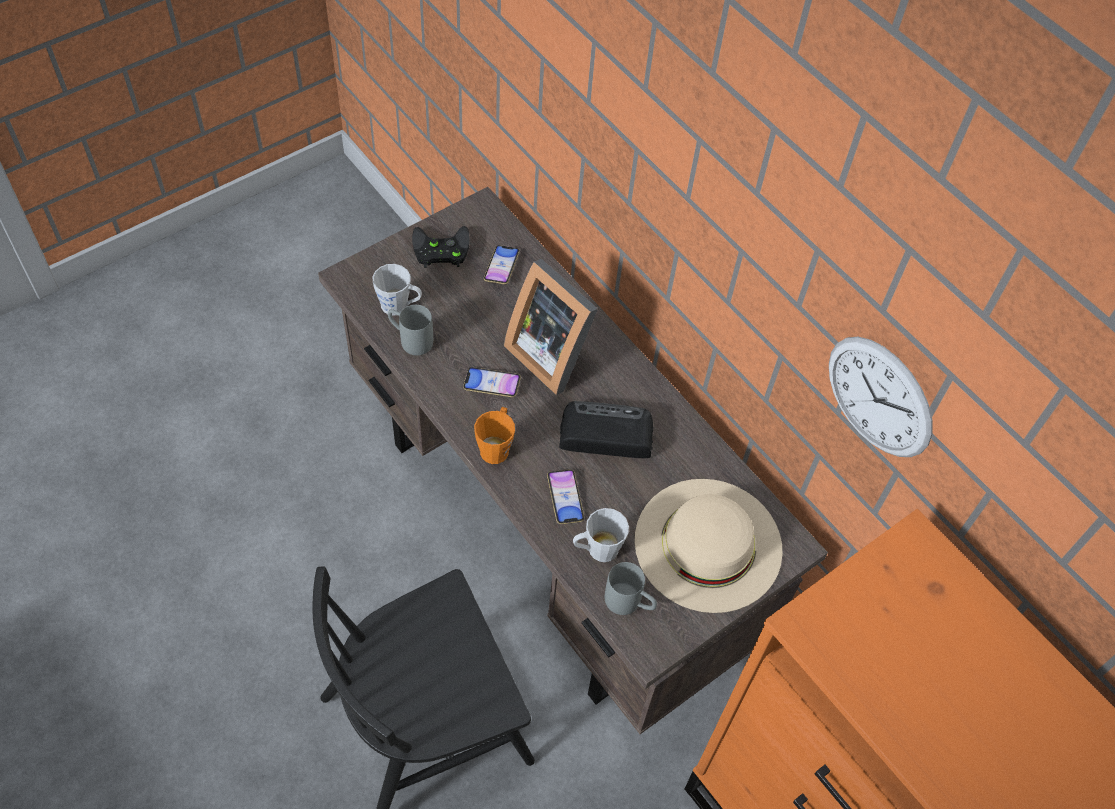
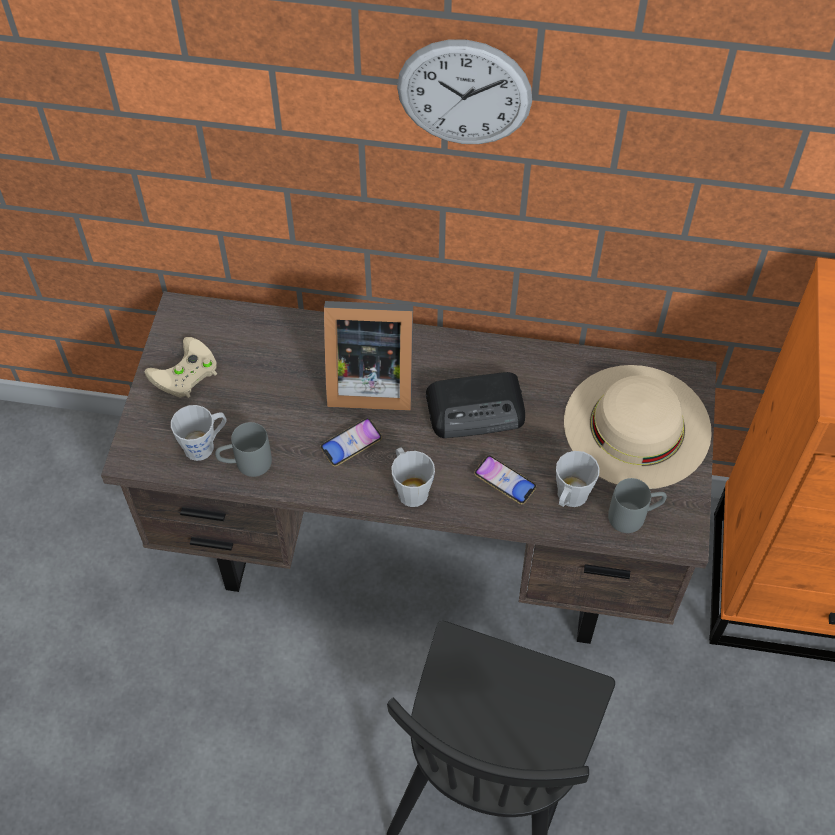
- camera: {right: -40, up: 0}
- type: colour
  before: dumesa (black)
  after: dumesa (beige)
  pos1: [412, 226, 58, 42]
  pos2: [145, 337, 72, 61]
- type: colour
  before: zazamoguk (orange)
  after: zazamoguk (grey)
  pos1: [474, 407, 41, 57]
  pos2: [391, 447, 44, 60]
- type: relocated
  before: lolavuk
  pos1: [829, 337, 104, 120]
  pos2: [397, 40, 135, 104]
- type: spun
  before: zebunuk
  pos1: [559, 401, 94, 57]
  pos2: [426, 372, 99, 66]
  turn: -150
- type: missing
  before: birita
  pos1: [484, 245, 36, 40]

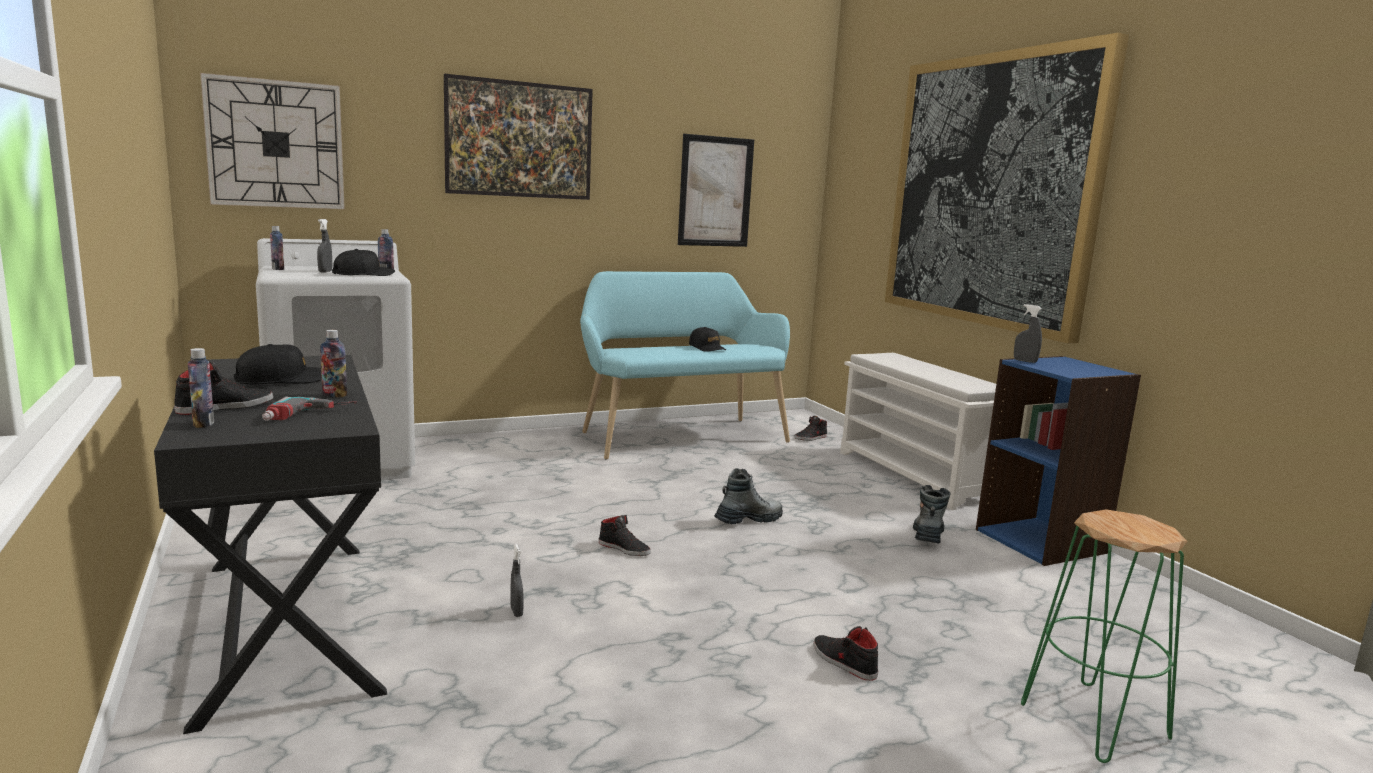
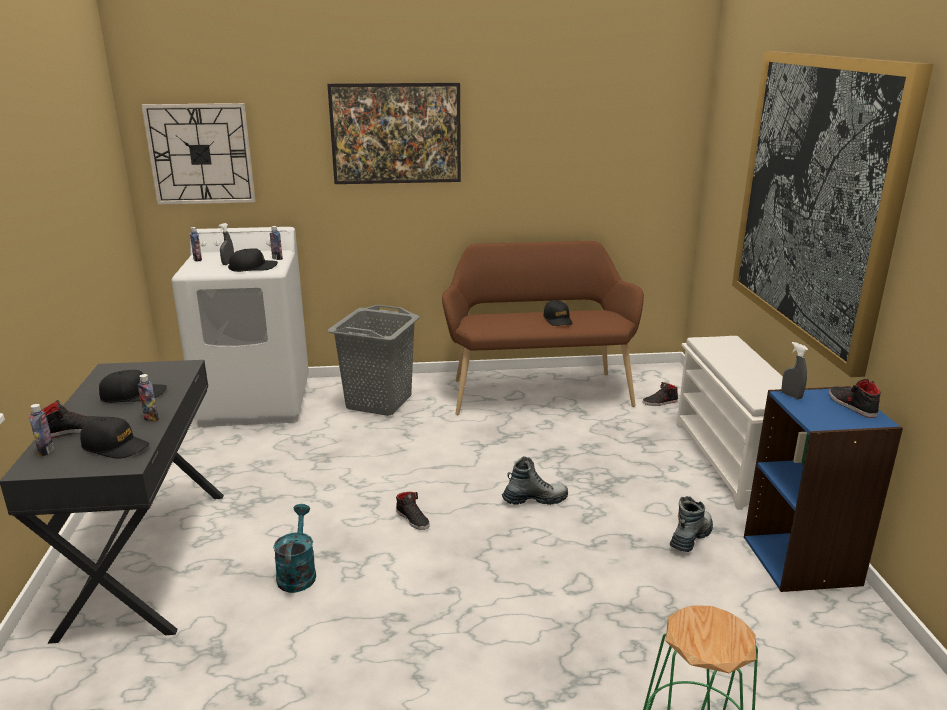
- camera: {right: 20, up: 10}
- type: exchanged
  before: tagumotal
  after: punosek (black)
  pos1: [262, 396, 95, 25]
  pos2: [80, 417, 69, 42]
- type: exchanged
  before: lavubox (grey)
  after: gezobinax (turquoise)
  pos1: [511, 544, 12, 73]
  pos2: [273, 504, 43, 89]
- type: appeared
  after: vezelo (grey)
  pos2: [328, 305, 92, 111]
- type: colour
  before: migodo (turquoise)
  after: migodo (brown)
  pos1: [580, 271, 210, 189]
  pos2: [442, 241, 202, 174]
- type: relocated
  before: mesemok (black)
  pos1: [813, 626, 66, 54]
  pos2: [829, 379, 52, 39]
- type: missing
  before: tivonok
  pos1: [678, 134, 76, 113]

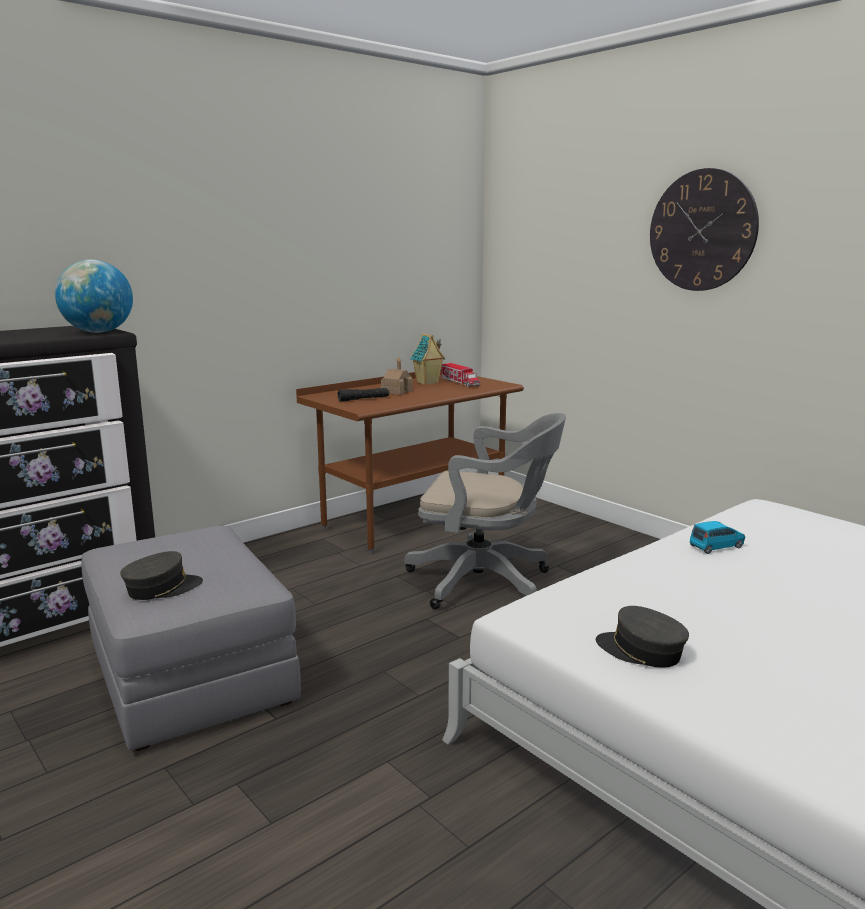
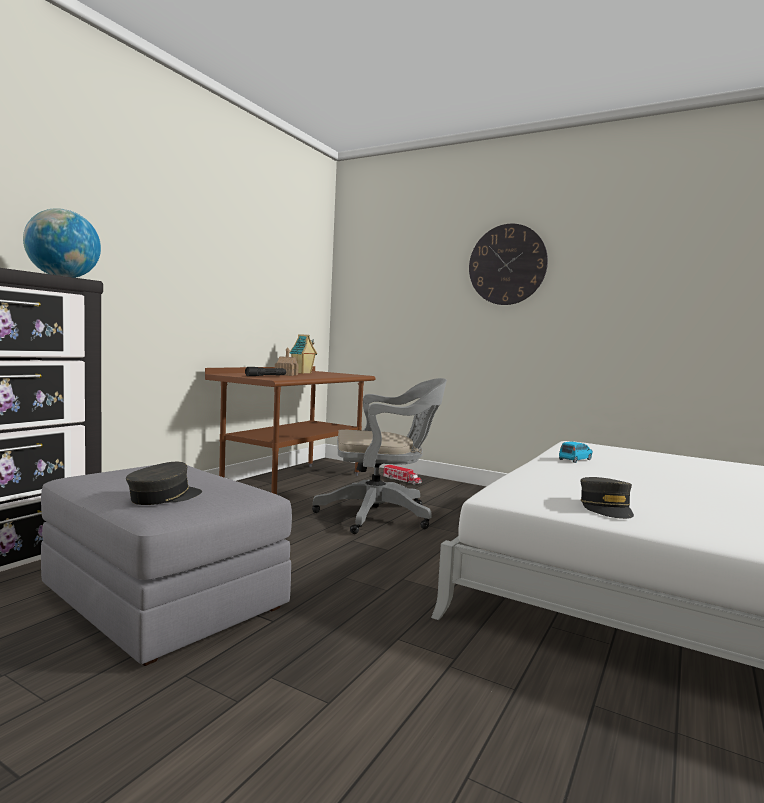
- camera: {right: -20, up: -10}
- type: relocated
  before: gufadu
  pos1: [441, 363, 39, 24]
  pos2: [383, 465, 39, 20]
- type: spun
  before: punosek (grey)
  pos1: [596, 606, 93, 62]
  pos2: [580, 477, 54, 42]
  turn: -105

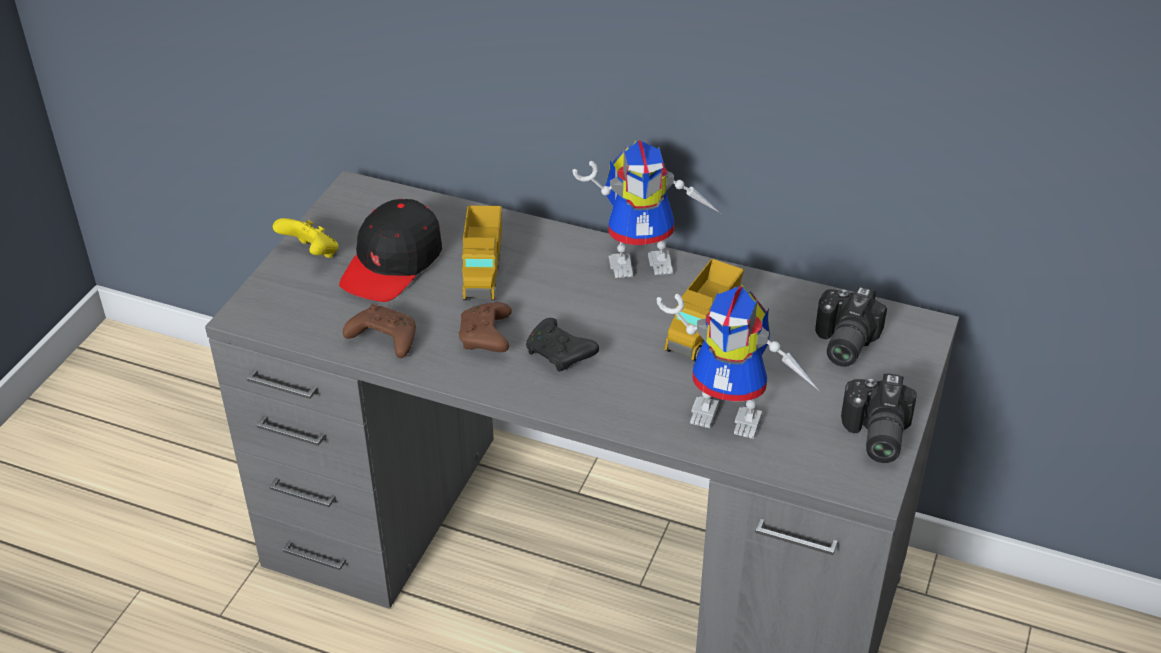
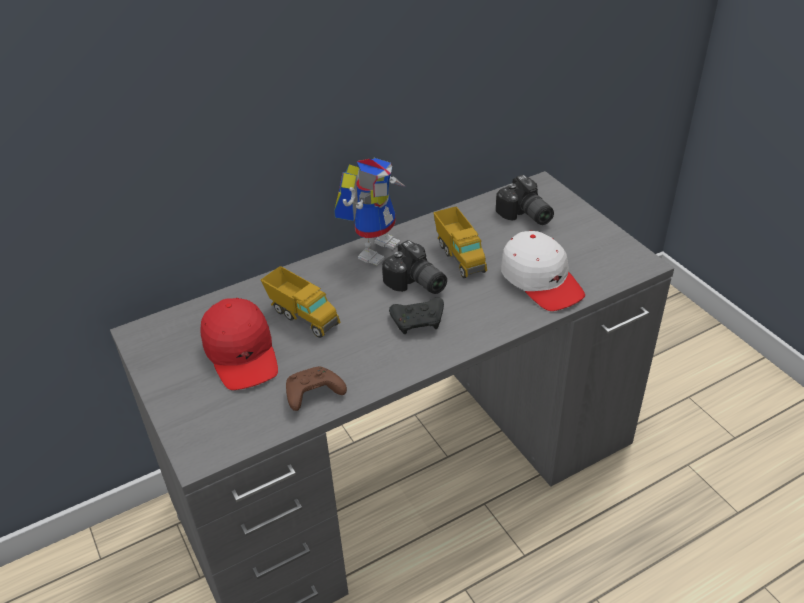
- camera: {right: -50, up: 0}
- type: colour
  before: punosek (black)
  after: punosek (red)
  pos1: [339, 199, 103, 103]
  pos2: [200, 298, 78, 92]
- type: relocated
  before: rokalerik
  pos1: [841, 373, 76, 90]
  pos2: [382, 240, 65, 54]
- type: exchanged
  before: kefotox
  after: punosek (white)
  pos1: [657, 284, 161, 155]
  pos2: [501, 231, 84, 80]
- type: missing
  before: dumesa (yellow)
  pos1: [273, 218, 65, 40]
- type: missing
  before: dumesa (brown)
  pos1: [459, 302, 53, 50]

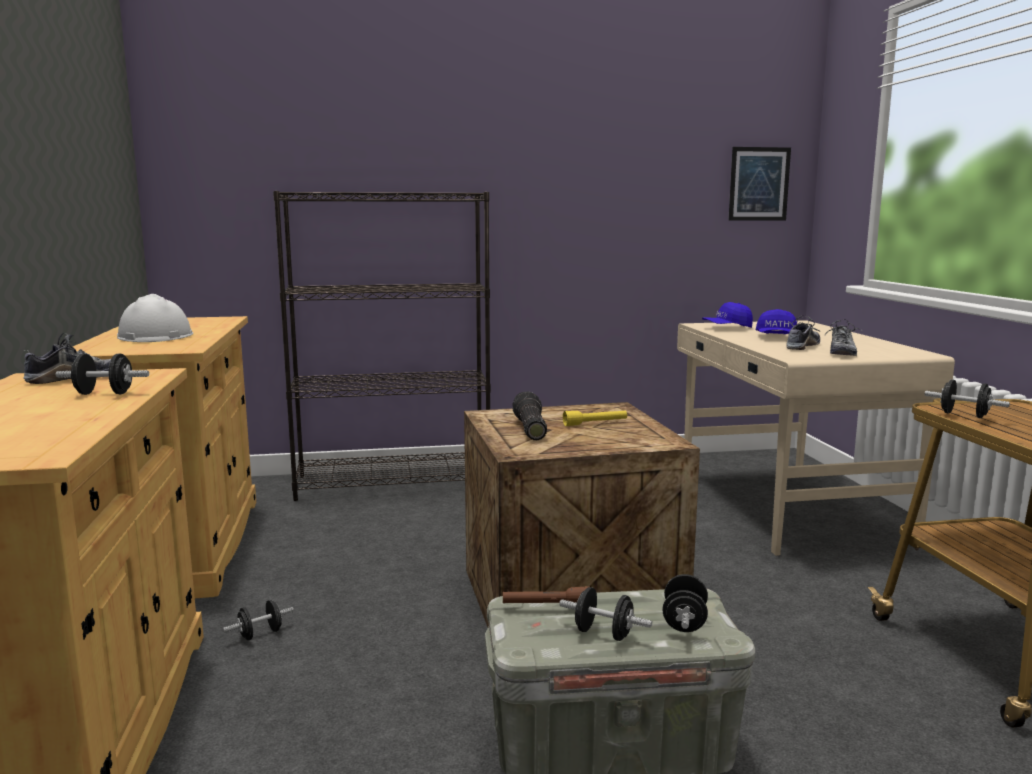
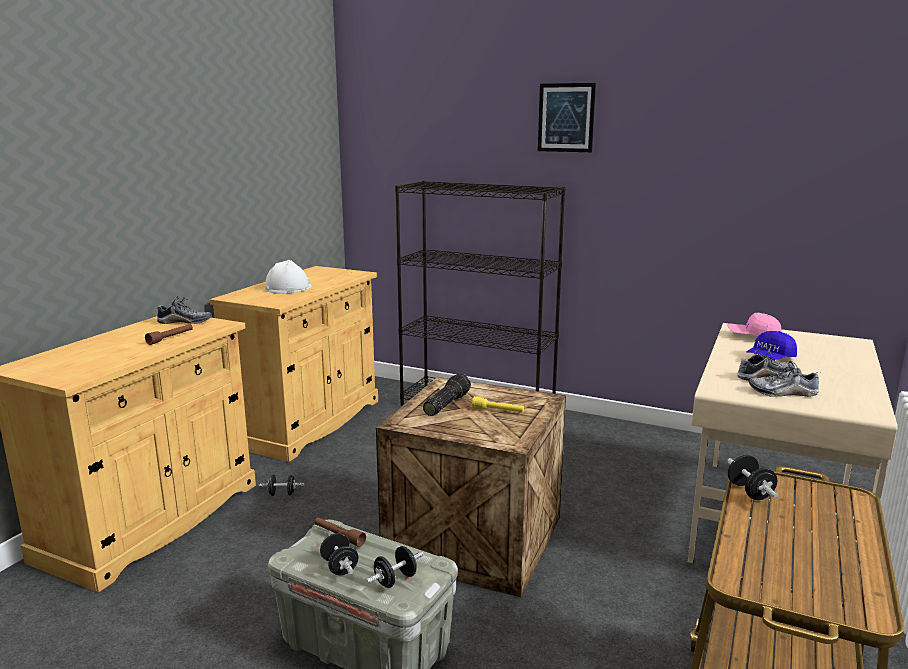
- camera: {right: 35, up: 5}
- type: exchanged
  before: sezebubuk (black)
  after: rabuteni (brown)
  pos1: [56, 353, 93, 42]
  pos2: [145, 324, 48, 21]
- type: relocated
  before: tivonok
  pos1: [728, 147, 63, 74]
  pos2: [538, 83, 58, 69]
- type: colour
  before: punosek (blue)
  after: punosek (pink)
  pos1: [702, 302, 51, 26]
  pos2: [727, 313, 55, 24]
- type: spun
  before: mesemok
  pos1: [825, 320, 38, 36]
  pos2: [749, 361, 70, 36]
  turn: 45

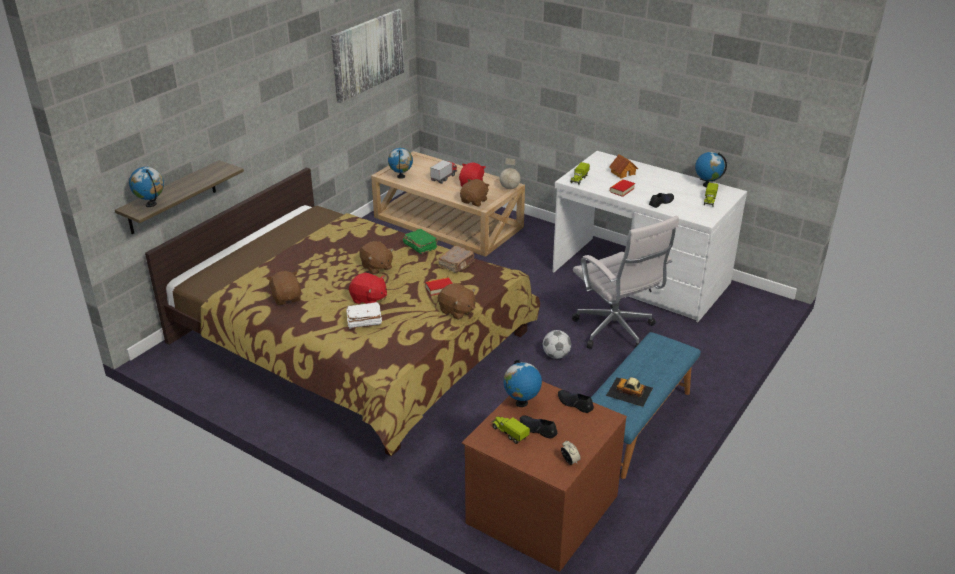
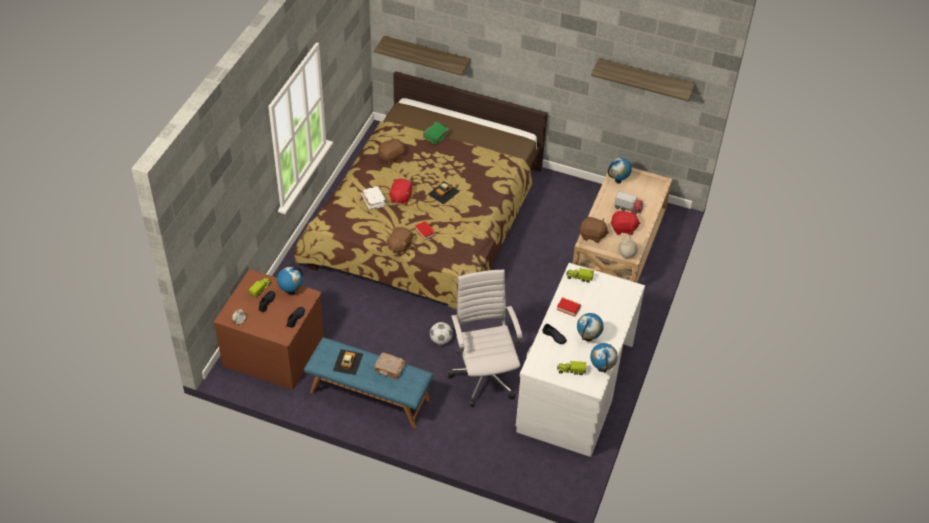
- camera: {right: 75, up: 15}
- type: relocated
  before: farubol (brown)
  pos1: [439, 246, 36, 27]
  pos2: [374, 353, 31, 26]
- type: relocated
  before: farubol (green)
  pos1: [403, 229, 35, 25]
  pos2: [423, 122, 27, 23]
- type: exchanged
  before: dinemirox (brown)
  after: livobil
  pos1: [359, 241, 35, 34]
  pos2: [428, 181, 32, 24]
- type: spun
  before: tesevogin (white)
  pos1: [572, 216, 107, 133]
  pos2: [448, 270, 74, 137]
  turn: 120
- type: relocated
  before: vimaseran
  pos1: [129, 167, 35, 40]
  pos2: [577, 313, 27, 29]
- type: exchanged
  before: tivonok
  after: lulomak
  pos1: [331, 9, 73, 94]
  pos2: [591, 58, 104, 43]
- type: missing
  before: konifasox
  pos1: [609, 154, 29, 25]

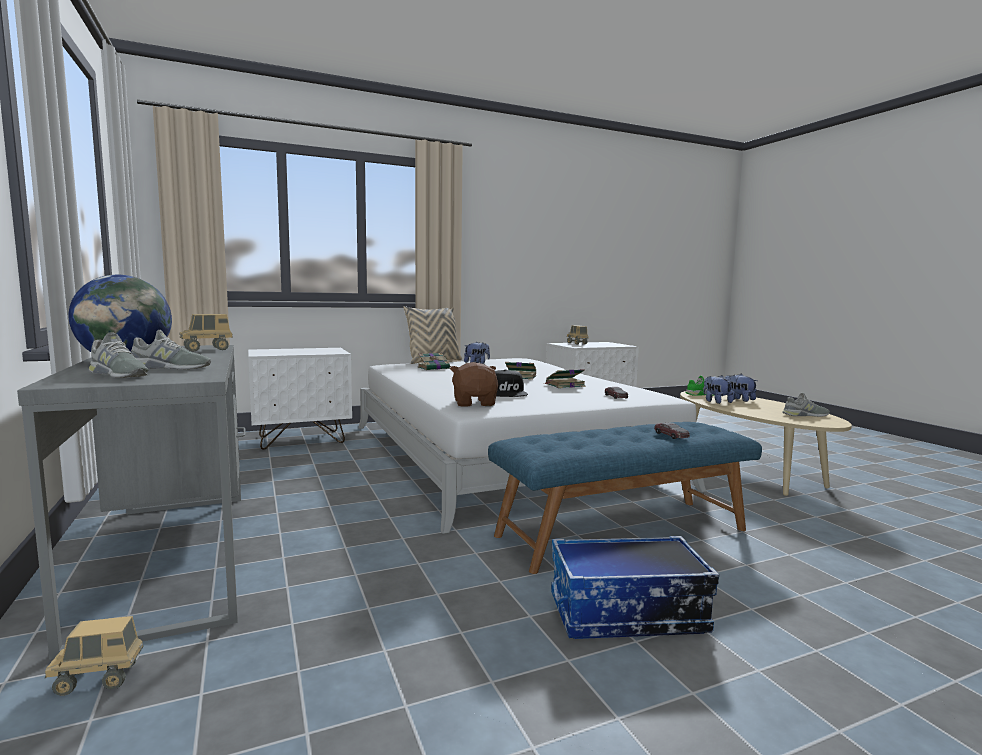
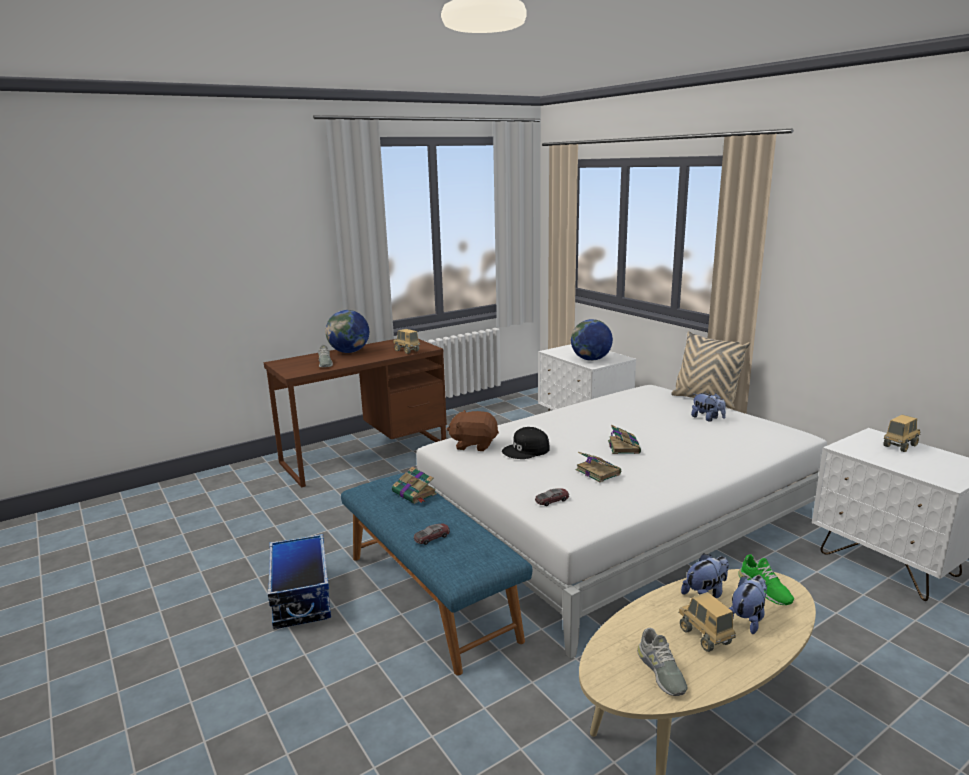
- camera: {right: 80, up: 10}
- type: colour
  before: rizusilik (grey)
  after: rizusilik (brown)
  pos1: [17, 345, 228, 315]
  pos2: [264, 339, 183, 148]
- type: relocated
  before: farubol
  pos1: [418, 353, 34, 17]
  pos2: [392, 467, 45, 37]
- type: spun
  before: dinemirox (brown)
  pos1: [450, 362, 48, 45]
  pos2: [447, 410, 52, 41]
  turn: -150
- type: appeared
  after: vimaseran
  pos2: [571, 319, 42, 42]
- type: relocated
  before: gufadu
  pos1: [45, 616, 98, 80]
  pos2: [678, 592, 58, 60]
- type: missing
  before: mesemok (grey)
  pos1: [89, 332, 59, 46]

